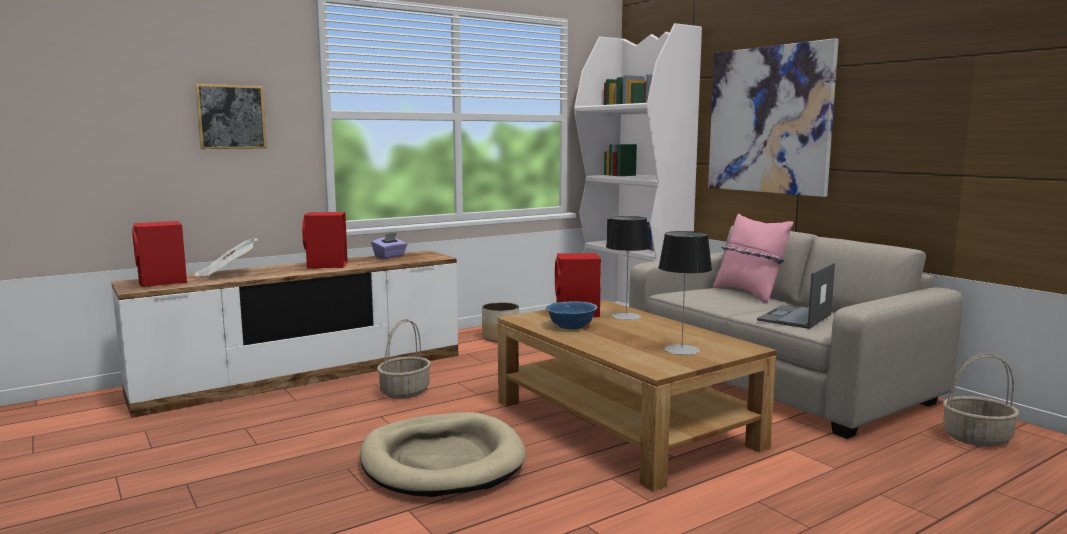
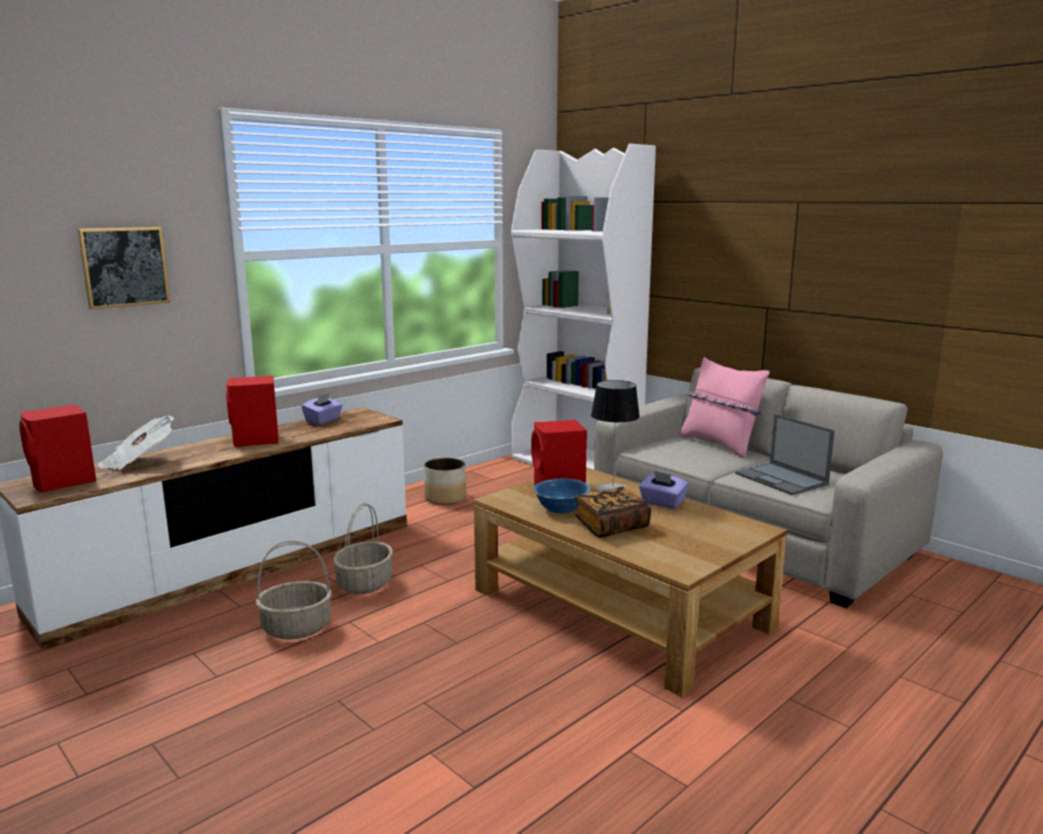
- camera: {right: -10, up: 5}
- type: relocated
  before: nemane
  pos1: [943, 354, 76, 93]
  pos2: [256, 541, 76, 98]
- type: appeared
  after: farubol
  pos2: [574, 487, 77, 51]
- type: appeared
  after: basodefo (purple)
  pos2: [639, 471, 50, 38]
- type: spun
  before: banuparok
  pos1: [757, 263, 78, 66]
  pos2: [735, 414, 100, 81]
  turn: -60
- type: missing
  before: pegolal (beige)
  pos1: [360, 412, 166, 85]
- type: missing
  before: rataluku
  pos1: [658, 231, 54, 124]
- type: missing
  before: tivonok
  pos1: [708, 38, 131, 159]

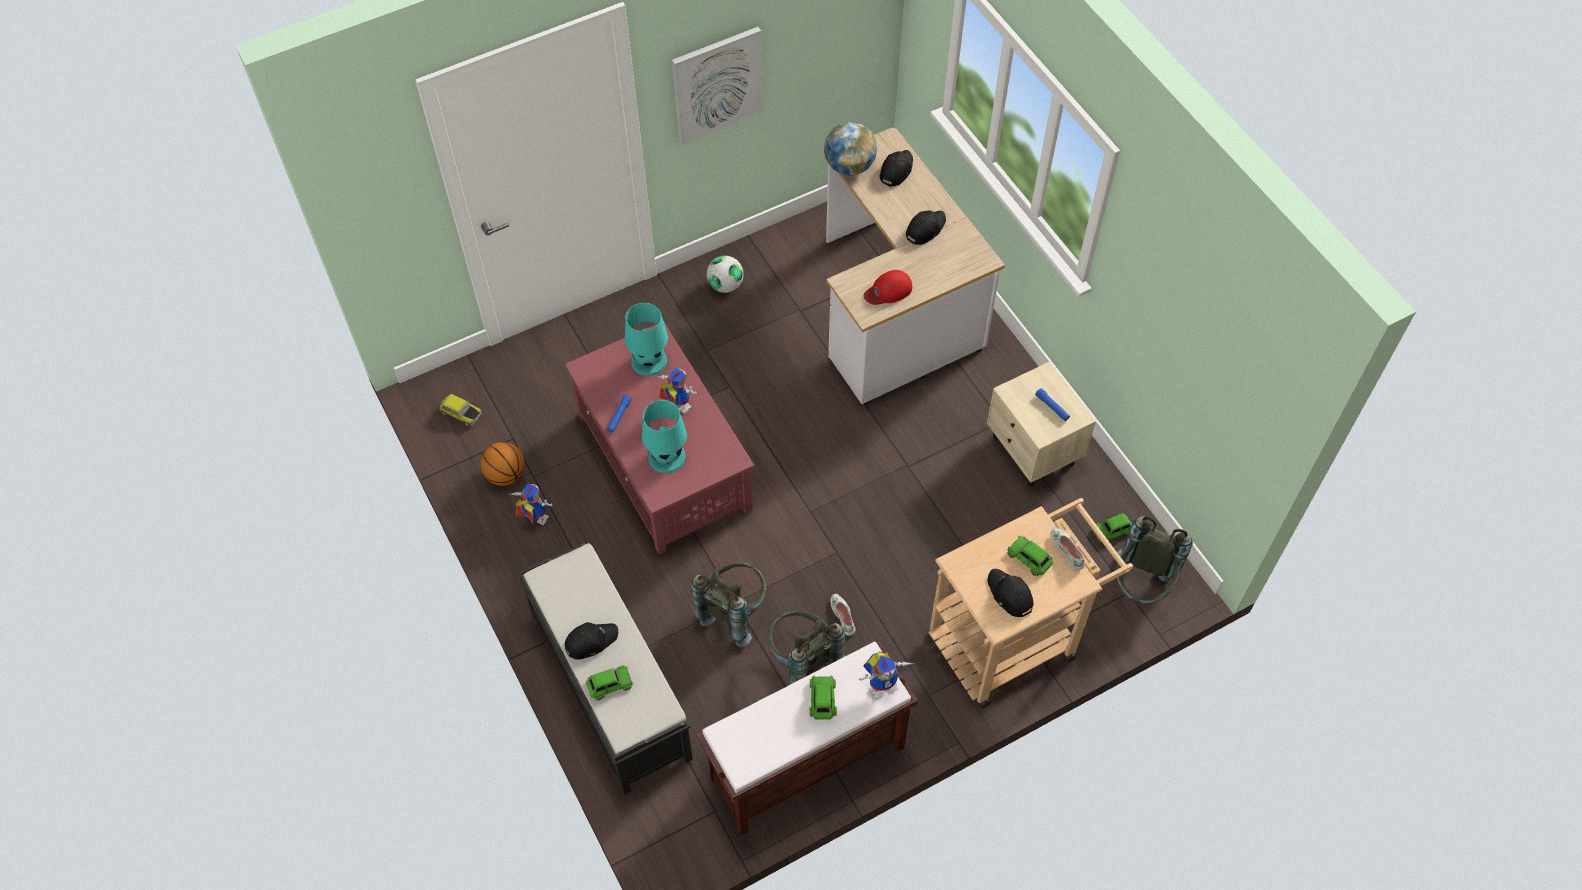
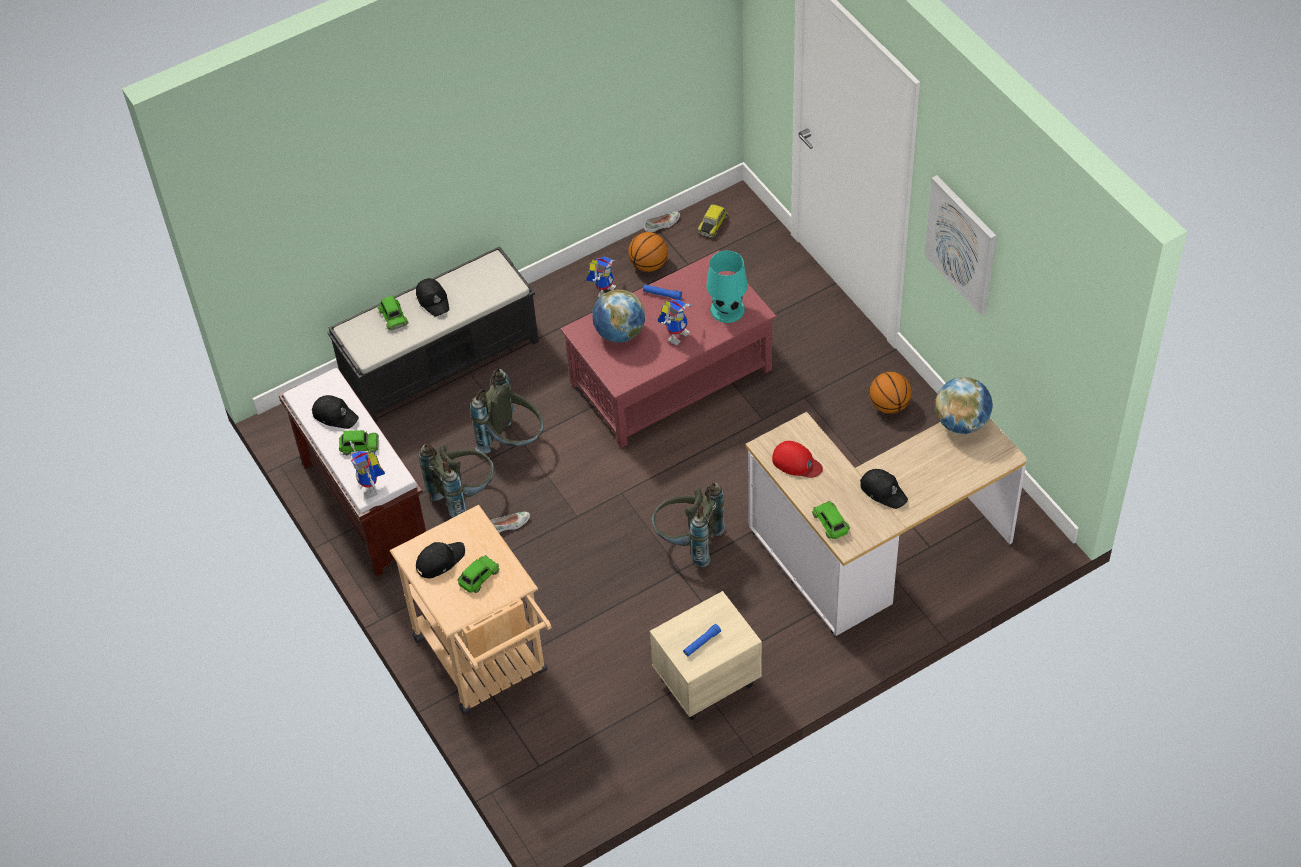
- camera: {right: 90, up: -5}
- type: relocated
  before: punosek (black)
  pos1: [880, 150, 33, 37]
  pos2: [312, 395, 47, 34]
- type: exchanged
  before: rataluku (turquoise)
  after: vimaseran
  pos1: [642, 400, 45, 73]
  pos2: [592, 290, 53, 52]
- type: relocated
  before: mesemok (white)
  pos1: [1051, 527, 34, 43]
  pos2: [644, 212, 36, 20]
- type: relocated
  before: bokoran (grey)
  pos1: [1117, 516, 76, 88]
  pos2: [652, 482, 73, 86]
- type: spun
  before: punosek (red)
  pos1: [864, 270, 48, 35]
  pos2: [772, 441, 51, 37]
  turn: 150
- type: relocated
  before: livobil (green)
  pos1: [1092, 513, 40, 31]
  pos2: [812, 501, 38, 38]
- type: exchanged
  before: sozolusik
  after: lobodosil
  pos1: [707, 256, 36, 37]
  pos2: [869, 372, 43, 42]

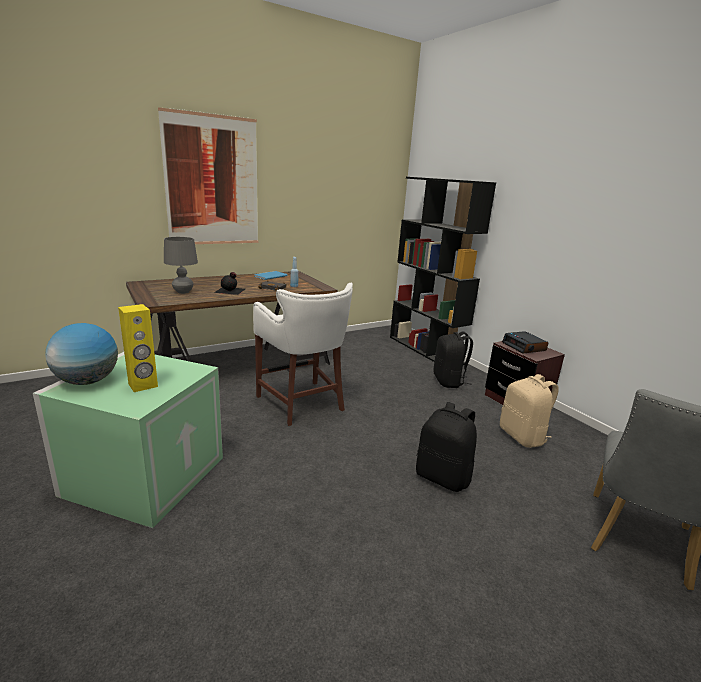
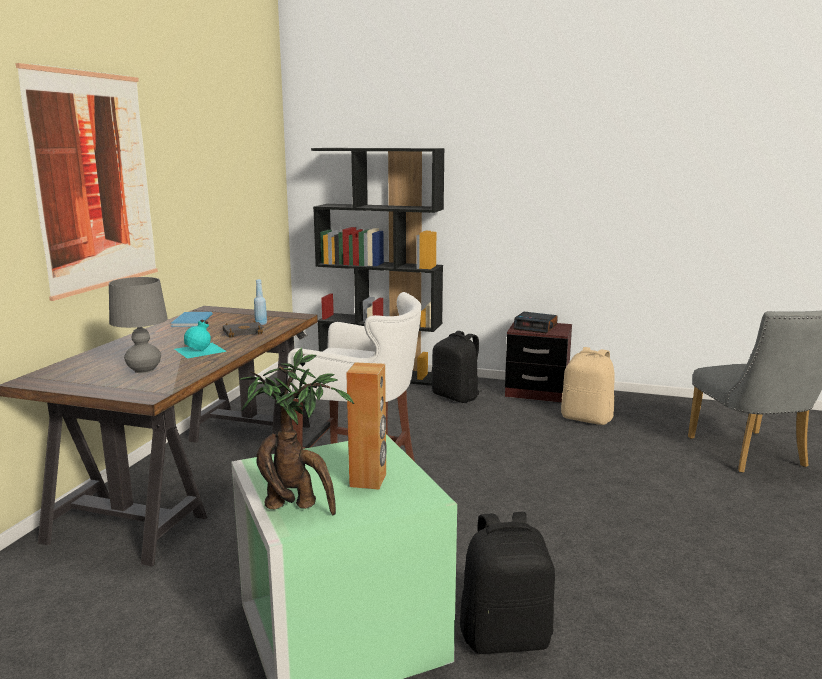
- camera: {right: -40, up: -5}
- type: colour
  before: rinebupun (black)
  after: rinebupun (turquoise)
  pos1: [214, 272, 31, 23]
  pos2: [175, 319, 52, 40]
- type: exchanged
  before: vimaseran
  after: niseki
  pos1: [45, 323, 73, 62]
  pos2: [240, 347, 114, 169]
- type: colour
  before: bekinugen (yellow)
  after: bekinugen (brown)
  pos1: [118, 304, 40, 88]
  pos2: [346, 362, 41, 128]
- type: relocated
  before: bokoran (black)
  pos1: [416, 402, 61, 90]
  pos2: [460, 512, 95, 142]

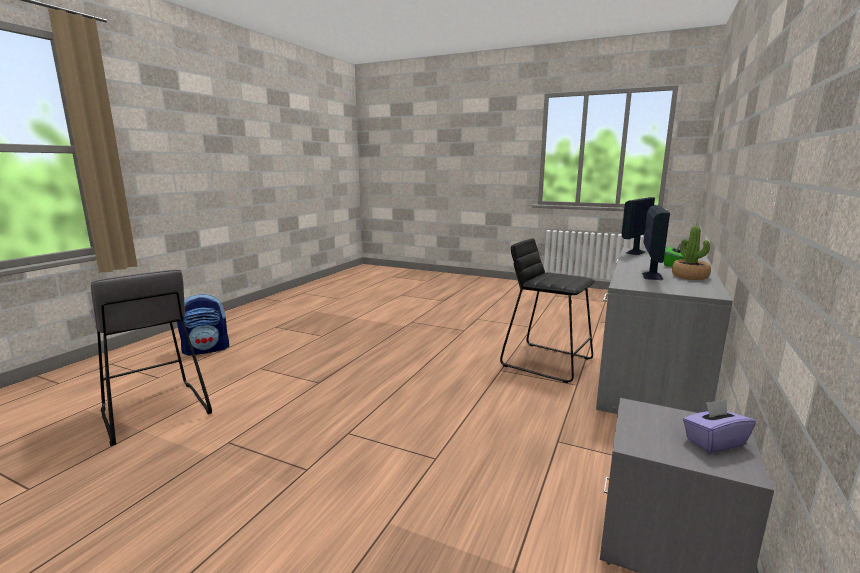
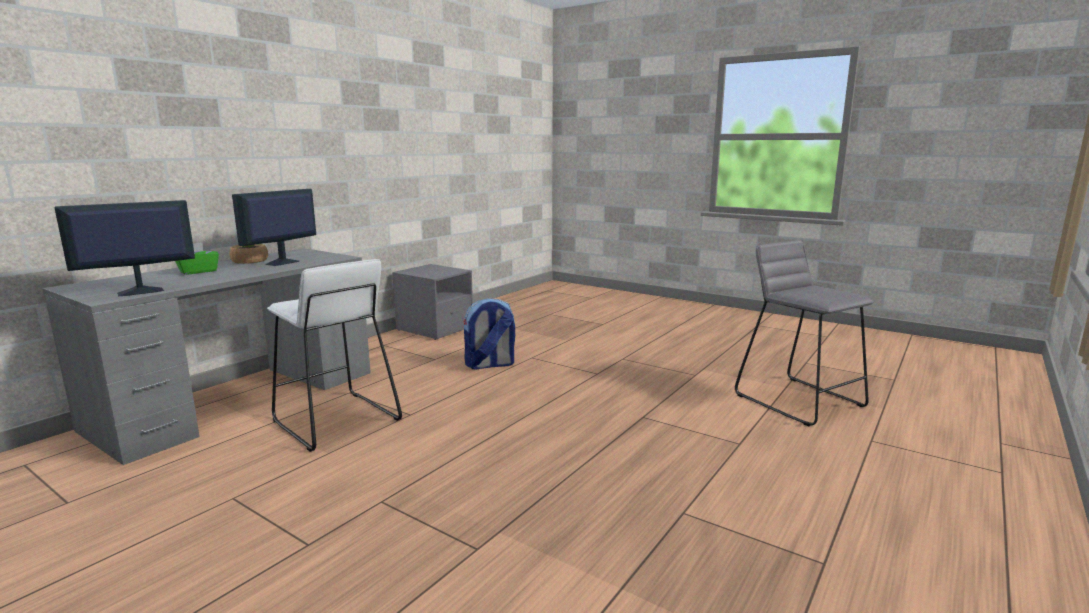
- camera: {right: -170, up: 0}
- type: colour
  before: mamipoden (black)
  after: mamipoden (white)
  pos1: [500, 238, 95, 145]
  pos2: [267, 259, 135, 193]
- type: relocated
  before: bokoran
  pos1: [177, 294, 52, 62]
  pos2: [463, 298, 52, 72]
- type: missing
  before: basodefo (purple)
  pos1: [683, 399, 73, 54]

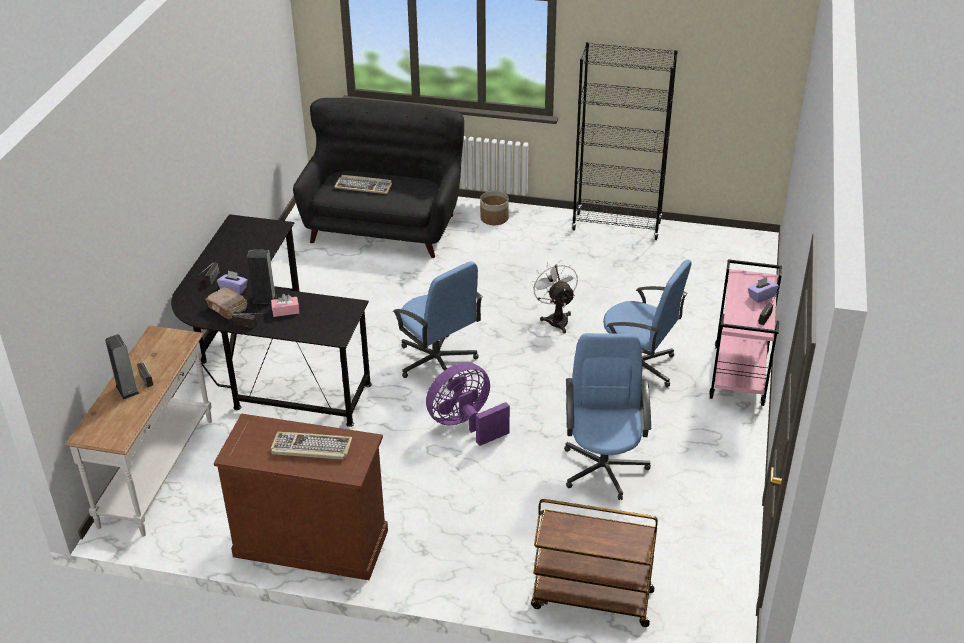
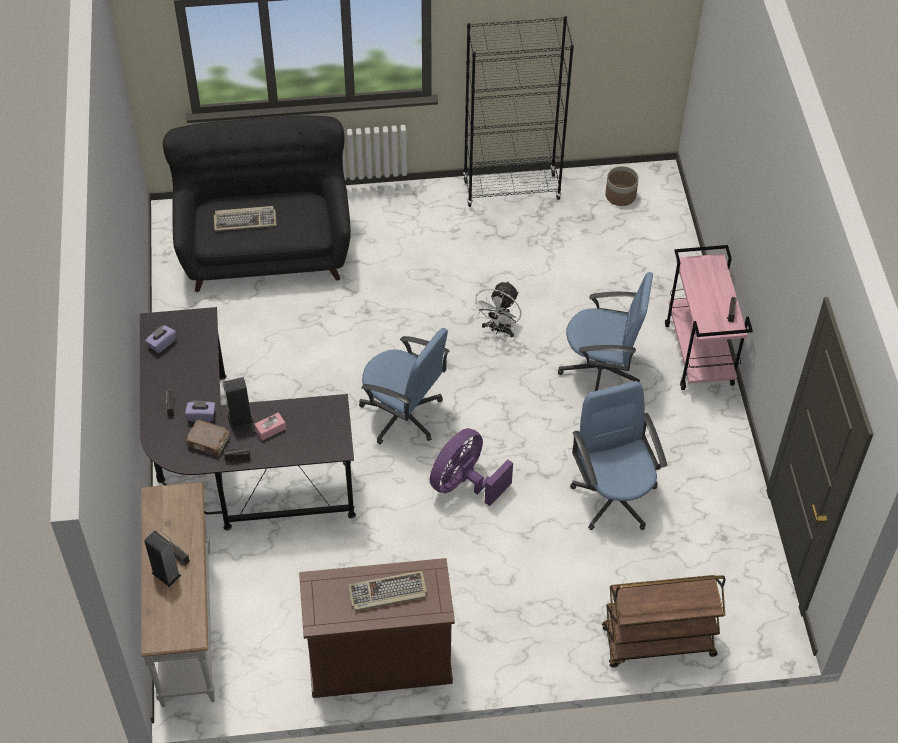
- camera: {right: -20, up: 15}
- type: relocated
  before: basodefo (purple)
  pos1: [748, 277, 31, 26]
  pos2: [145, 325, 31, 28]
- type: spun
  before: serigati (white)
  pos1: [531, 260, 47, 74]
  pos2: [472, 281, 49, 56]
  turn: -120
- type: relocated
  before: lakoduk
  pos1: [480, 191, 29, 34]
  pos2: [605, 166, 34, 40]

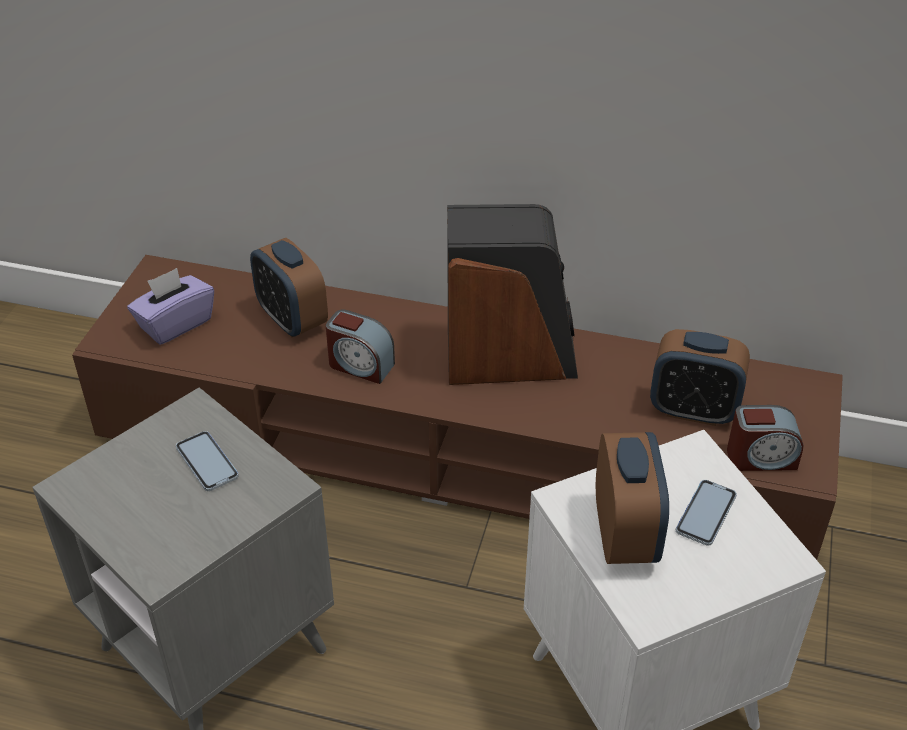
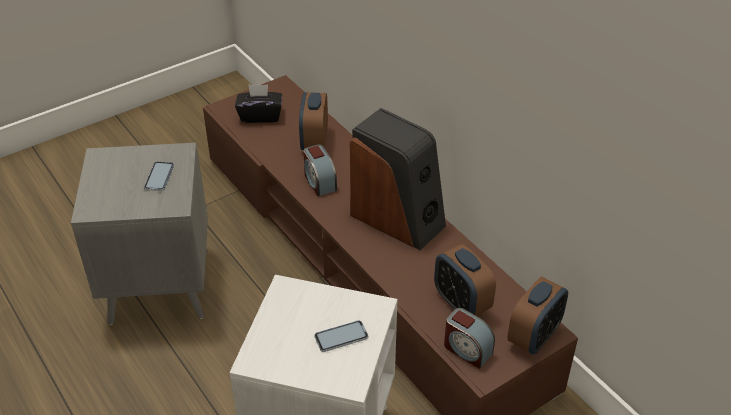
- camera: {right: 40, up: 0}
- type: colour
  before: basodefo (purple)
  after: basodefo (black)
  pos1: [127, 268, 87, 77]
  pos2: [235, 84, 47, 39]
- type: relocated
  before: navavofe
  pos1: [596, 432, 73, 132]
  pos2: [507, 277, 61, 78]

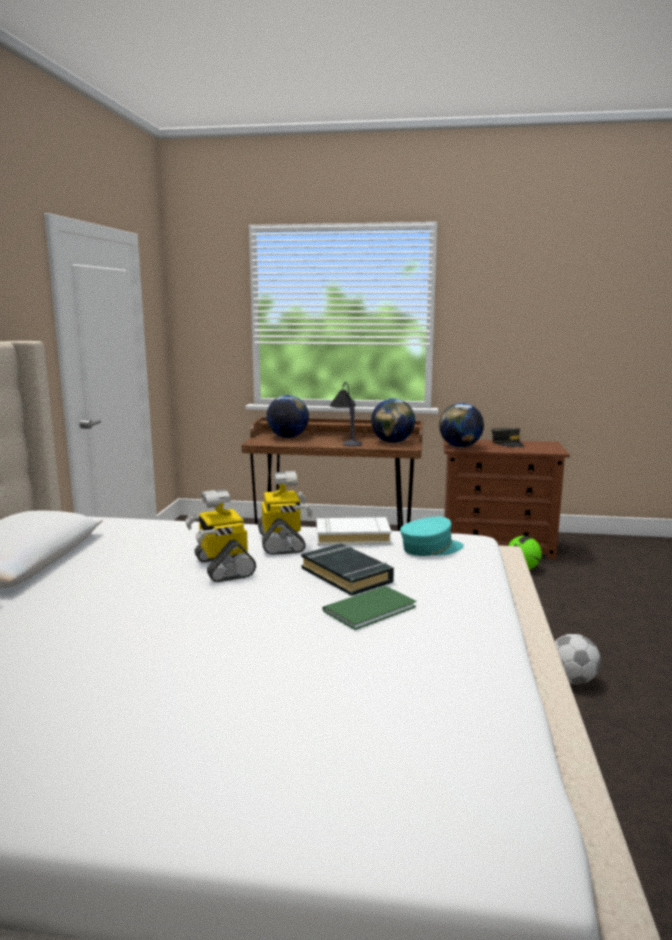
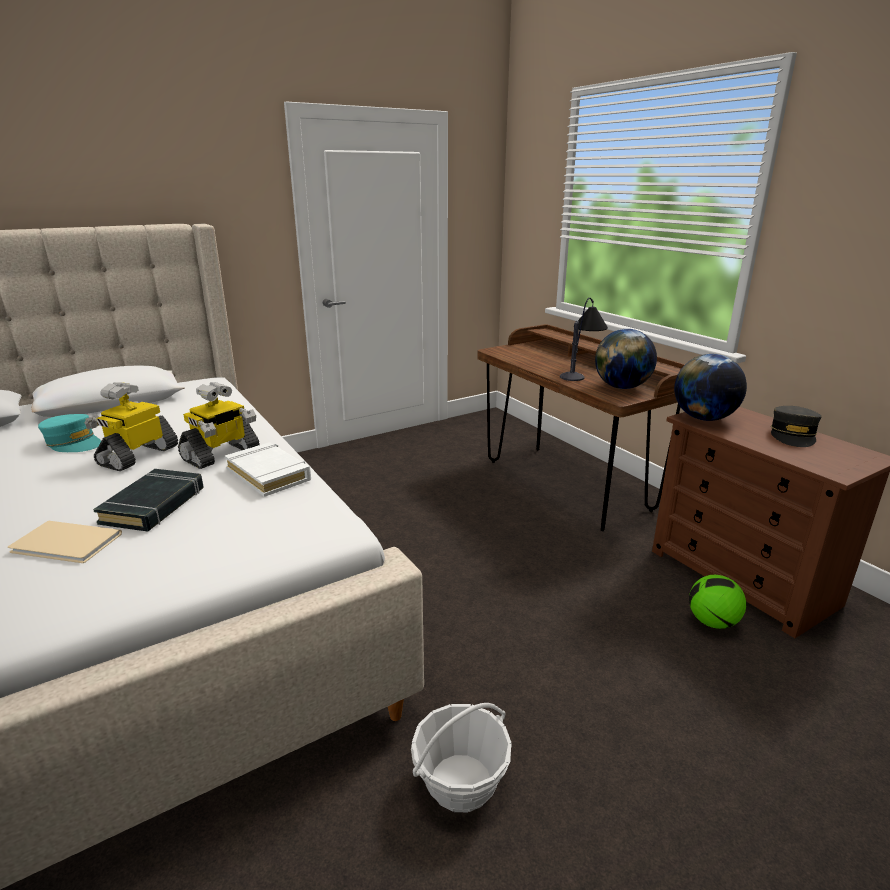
- camera: {right: 50, up: 10}
- type: colour
  before: farubol (green)
  after: farubol (beige)
  pos1: [322, 586, 94, 44]
  pos2: [8, 521, 114, 42]
- type: relocated
  before: punosek (turquoise)
  pos1: [400, 517, 64, 39]
  pos2: [38, 414, 63, 38]
- type: exchanged
  before: sozolusik
  after: nemane
  pos1: [555, 634, 46, 50]
  pos2: [411, 703, 101, 109]
- type: missing
  before: vimaseran
  pos1: [266, 395, 43, 43]

